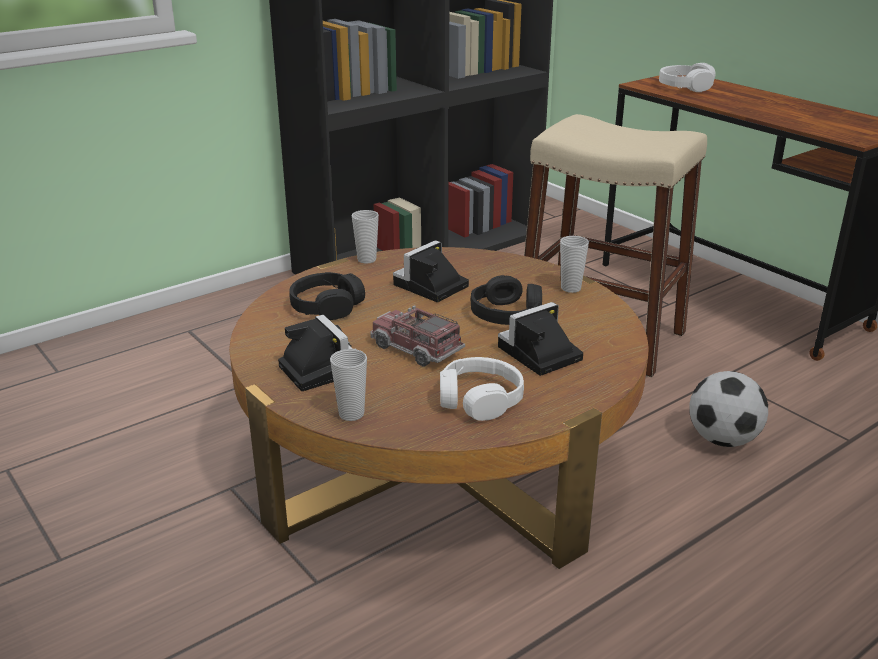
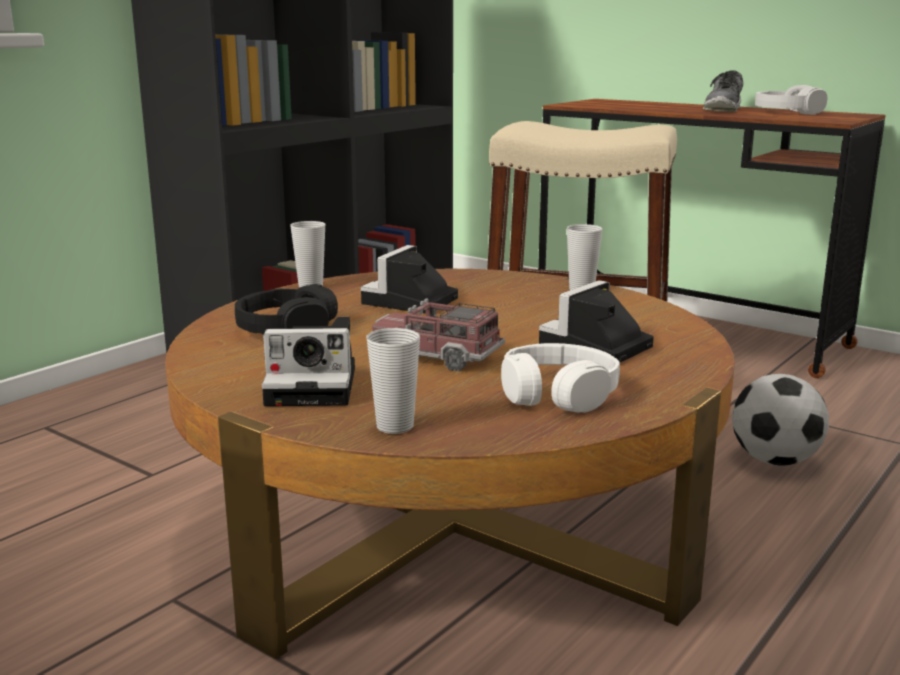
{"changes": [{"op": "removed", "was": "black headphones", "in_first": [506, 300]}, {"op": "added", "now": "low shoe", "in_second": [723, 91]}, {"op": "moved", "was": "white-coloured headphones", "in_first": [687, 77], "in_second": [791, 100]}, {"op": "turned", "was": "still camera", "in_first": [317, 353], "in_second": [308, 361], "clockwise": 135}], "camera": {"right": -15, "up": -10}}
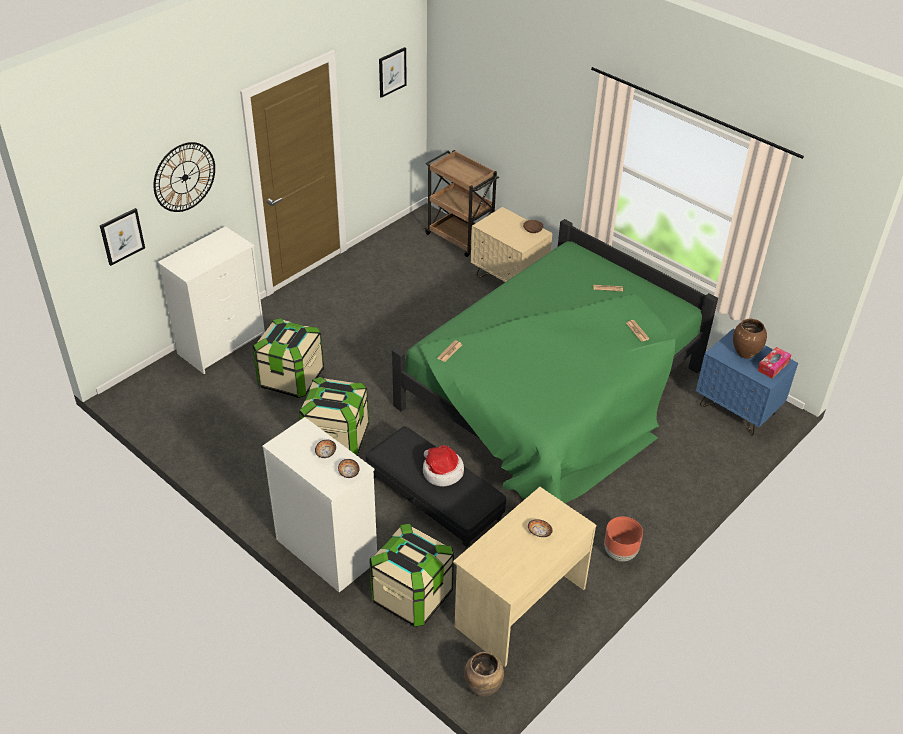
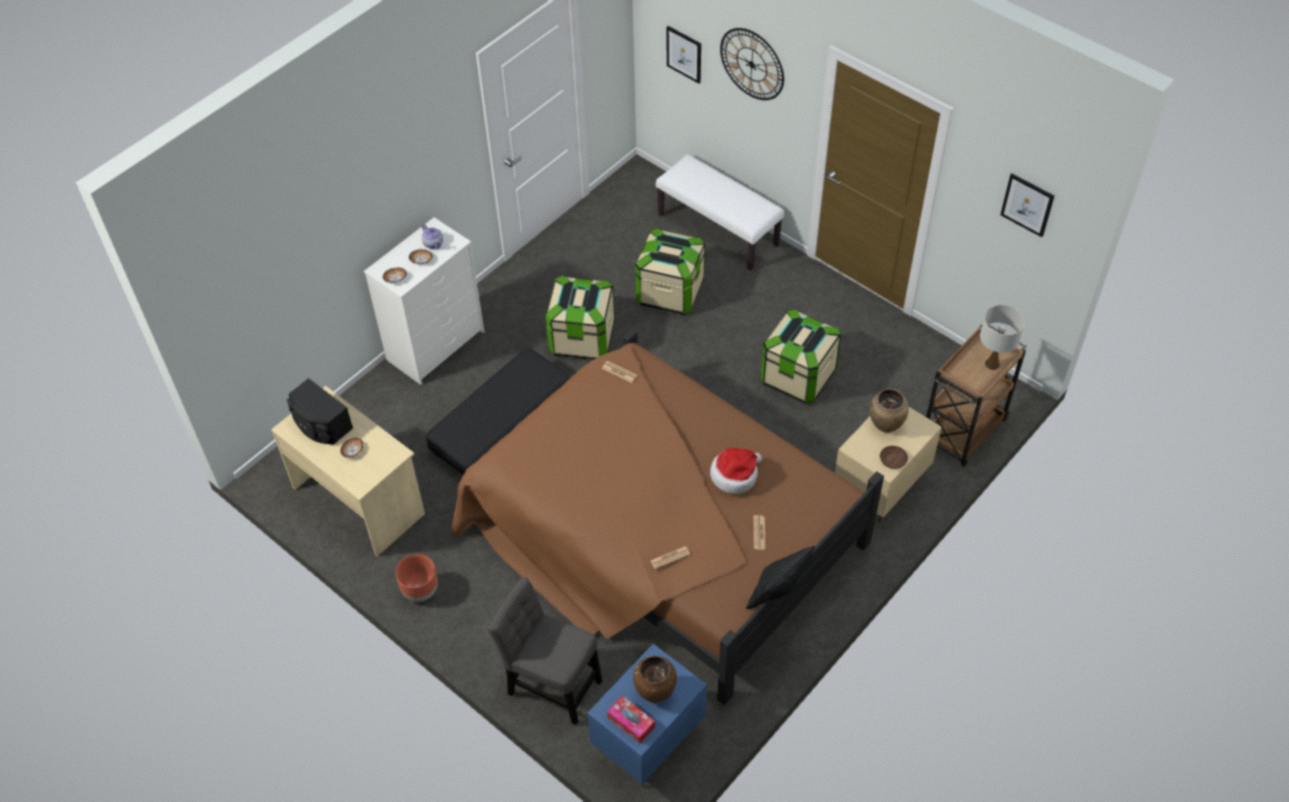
{"changes": [{"op": "added", "now": "black speaker", "in_second": [320, 411]}, {"op": "added", "now": "tea pot", "in_second": [432, 236]}, {"op": "added", "now": "gray chair", "in_second": [545, 651]}, {"op": "added", "now": "black throw pillow", "in_second": [780, 577]}, {"op": "added", "now": "white-coloured lamp for a table", "in_second": [1002, 337]}, {"op": "moved", "was": "storage box", "in_first": [411, 575], "in_second": [800, 356]}, {"op": "moved", "was": "clothing hat", "in_first": [443, 465], "in_second": [736, 471]}, {"op": "moved", "was": "brown-coloured decorative vase", "in_first": [484, 674], "in_second": [889, 411]}, {"op": "replaced", "was": "white-coloured drawer chest", "now": "white-coloured long seat", "in_first": [211, 300], "in_second": [720, 212]}, {"op": "recoloured", "was": "green-coloured bed", "now": "brown-coloured bed", "in_first": [555, 361], "in_second": [667, 517]}], "camera": {"right": 90, "up": 10}}
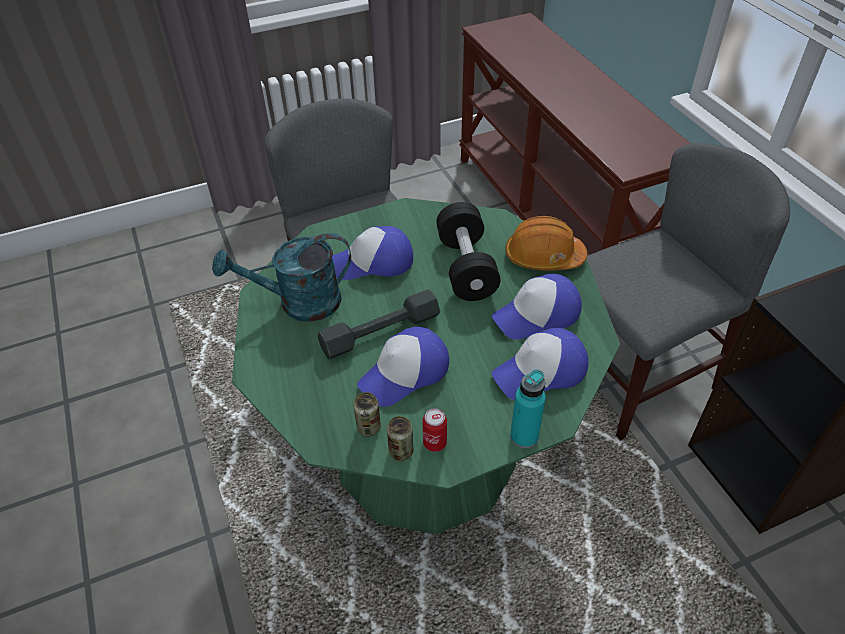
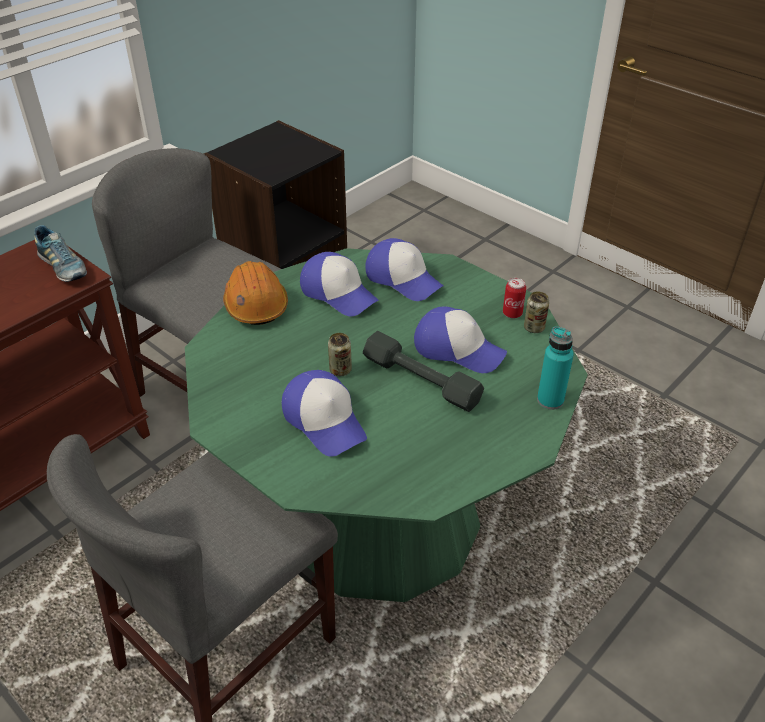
{"changes": [{"op": "removed", "was": "turquoise-coloured watering pot", "in_first": [281, 277]}, {"op": "removed", "was": "black hand weight", "in_first": [468, 251]}, {"op": "added", "now": "low shoe", "in_second": [60, 253]}, {"op": "moved", "was": "metal can", "in_first": [367, 414], "in_second": [340, 354]}, {"op": "moved", "was": "turquoise-coloured drink bottle", "in_first": [528, 408], "in_second": [555, 368]}], "camera": {"right": -115, "up": -5}}
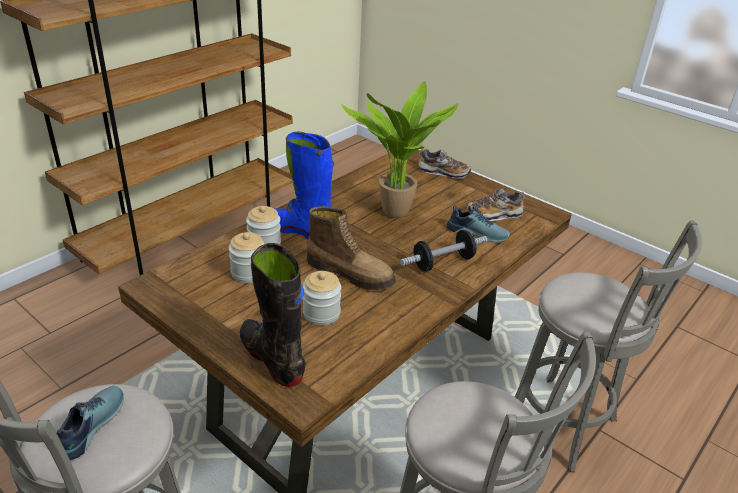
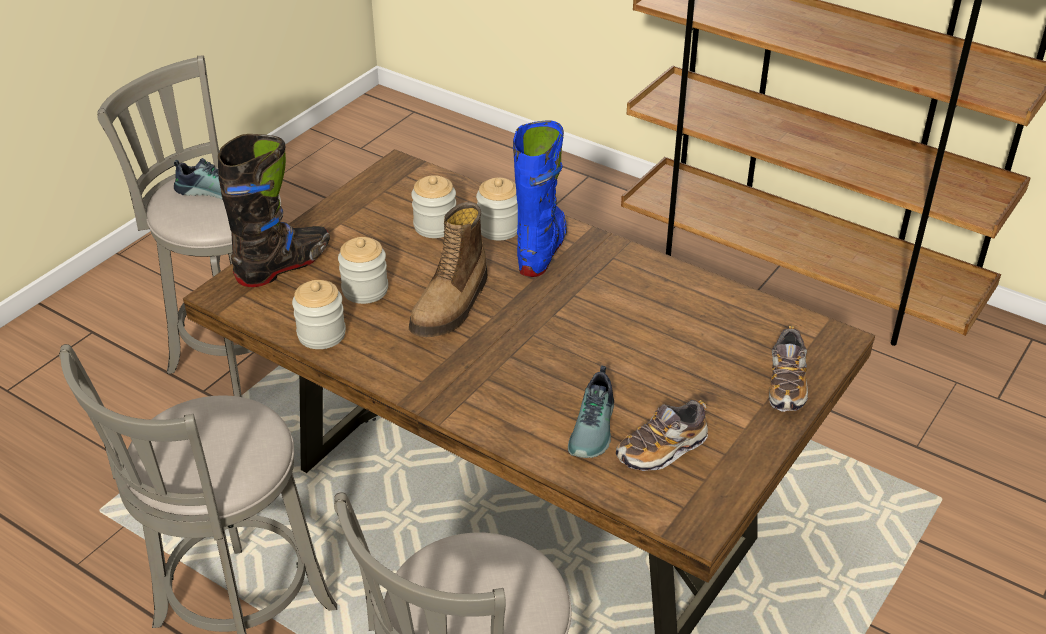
{"changes": [{"op": "removed", "was": "potted plant", "in_first": [399, 149]}, {"op": "removed", "was": "hand weight", "in_first": [443, 251]}, {"op": "added", "now": "preserve jar", "in_second": [319, 314]}, {"op": "turned", "was": "low shoe", "in_first": [496, 204], "in_second": [662, 435], "clockwise": -105}], "camera": {"right": 85, "up": 5}}
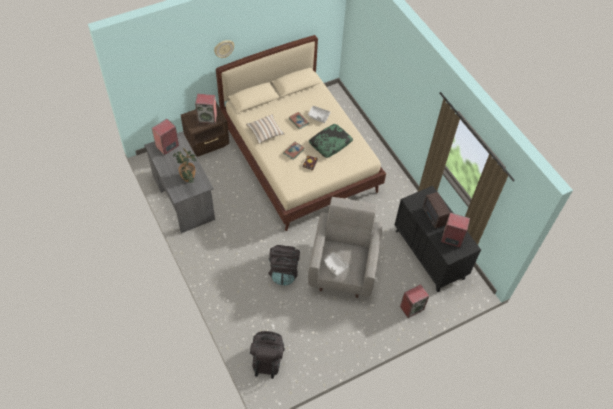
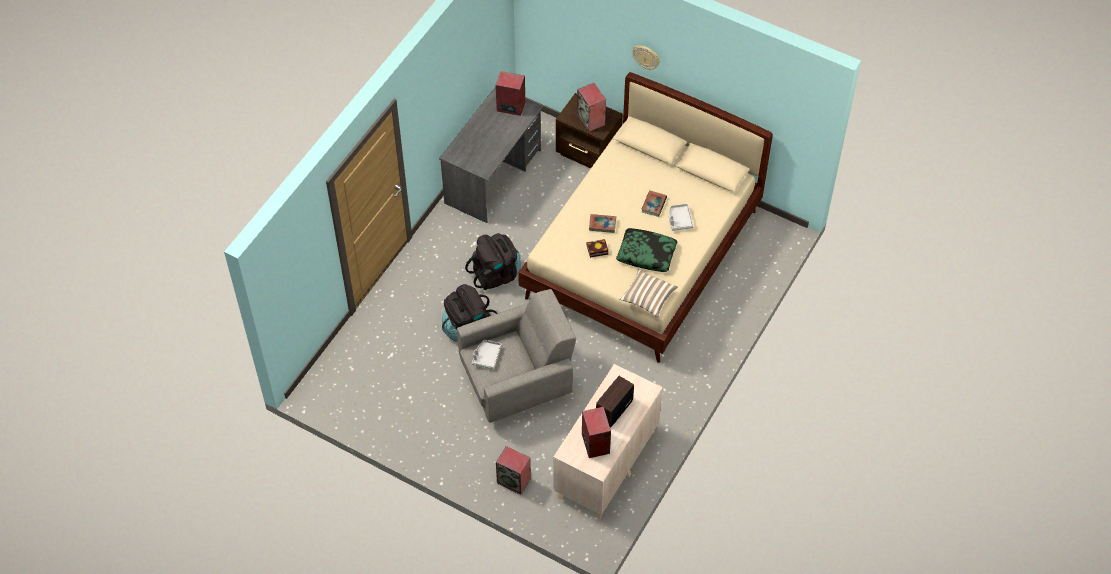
{"changes": [{"op": "removed", "was": "potted plant", "in_first": [185, 165]}, {"op": "moved", "was": "throw pillow", "in_first": [265, 129], "in_second": [649, 293]}, {"op": "moved", "was": "black rucksack", "in_first": [267, 355], "in_second": [493, 261]}, {"op": "recoloured", "was": "black drawer chest", "now": "sand-coloured drawer chest", "in_first": [438, 239], "in_second": [608, 442]}], "camera": {"right": 60, "up": 0}}
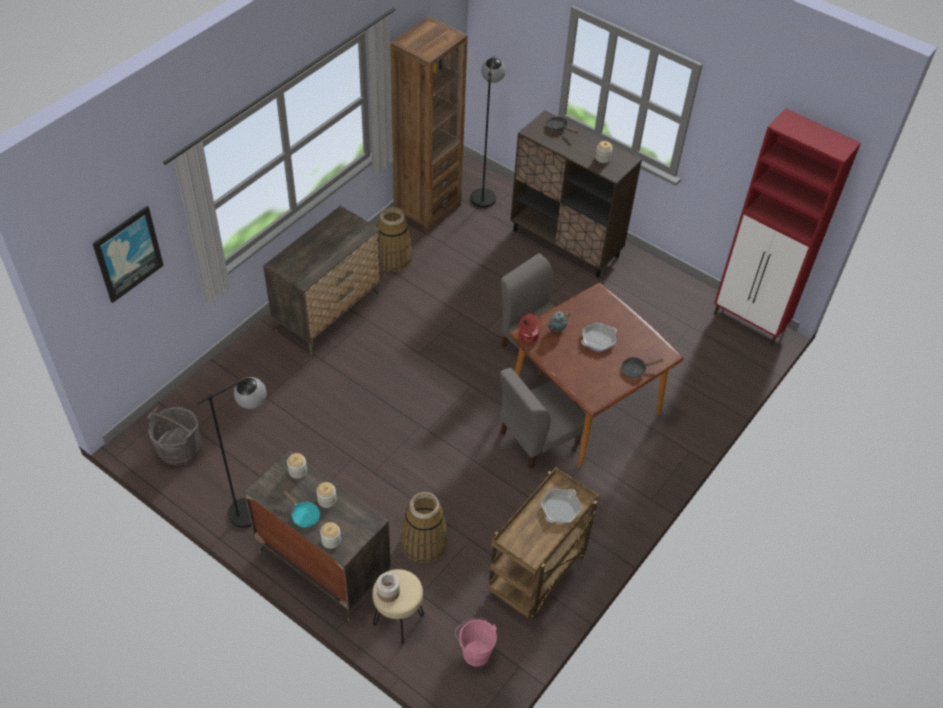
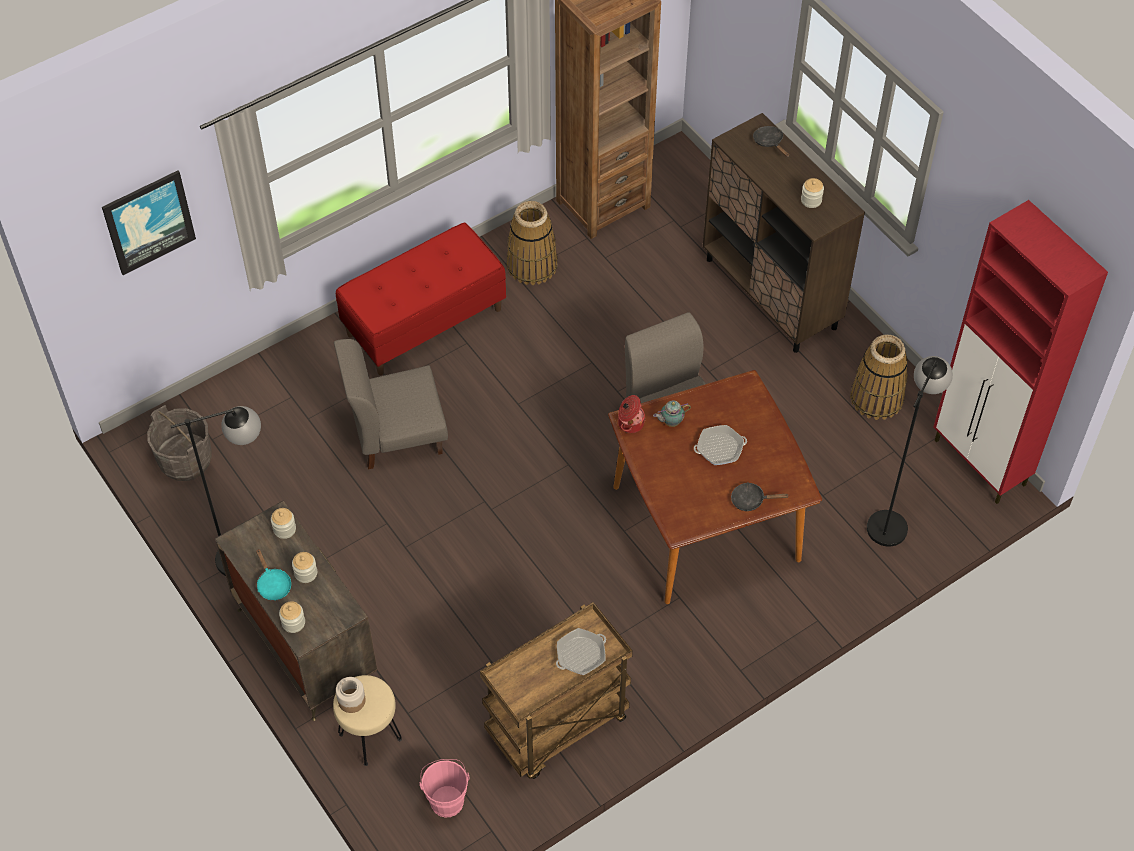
{"changes": [{"op": "moved", "was": "storage basket", "in_first": [424, 527], "in_second": [879, 377]}, {"op": "moved", "was": "black standard lamp", "in_first": [488, 132], "in_second": [910, 451]}, {"op": "moved", "was": "gray chair", "in_first": [542, 418], "in_second": [391, 404]}, {"op": "replaced", "was": "drawer chest", "now": "red-coloured long seat", "in_first": [322, 280], "in_second": [421, 299]}], "camera": {"right": 20, "up": 5}}
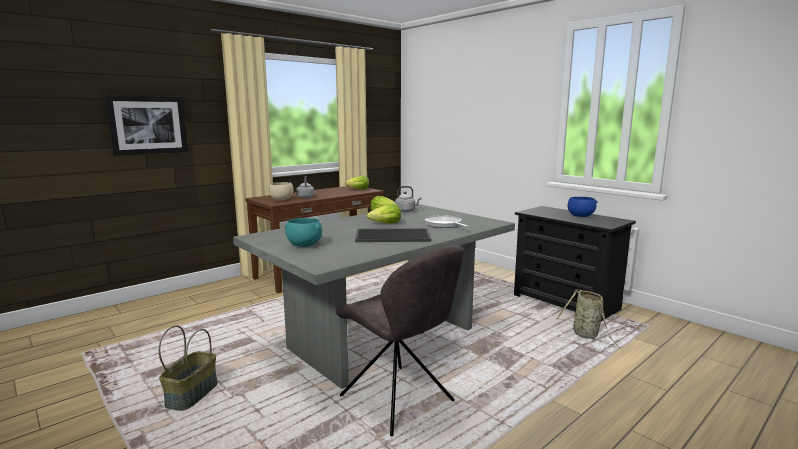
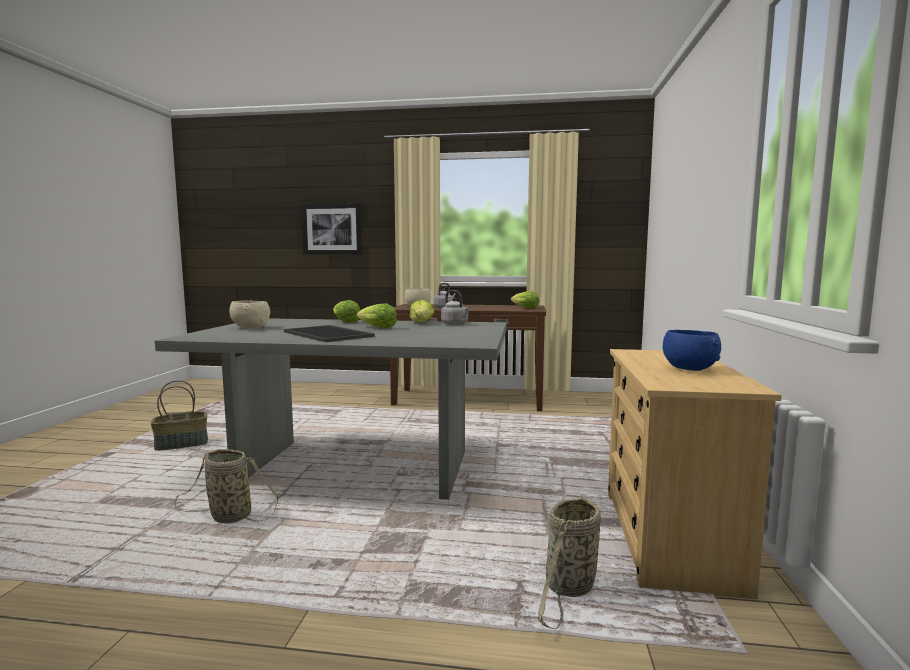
{"changes": [{"op": "removed", "was": "skillet", "in_first": [446, 221]}, {"op": "added", "now": "lettuce head", "in_second": [346, 311]}, {"op": "replaced", "was": "gray chair", "now": "storage basket", "in_first": [400, 340], "in_second": [226, 486]}, {"op": "recoloured", "was": "turquoise-coloured bowl", "now": "sand-coloured bowl", "in_first": [303, 232], "in_second": [249, 315]}, {"op": "recoloured", "was": "black drawer chest", "now": "sand-coloured drawer chest", "in_first": [575, 264], "in_second": [695, 474]}], "camera": {"right": 50, "up": -5}}
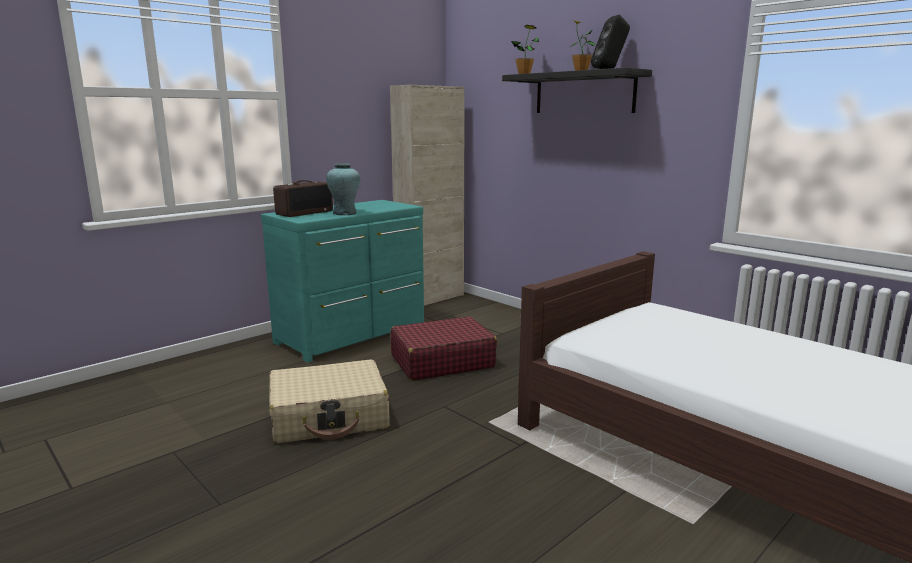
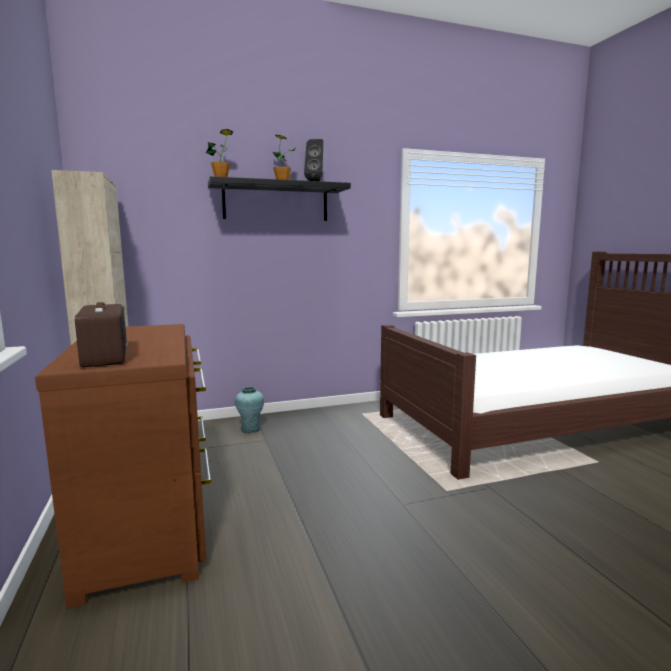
{"changes": [{"op": "removed", "was": "sand-coloured suitcase", "in_first": [329, 401]}, {"op": "removed", "was": "red-coloured suitcase", "in_first": [444, 348]}, {"op": "moved", "was": "turquoise-coloured decorative vase", "in_first": [343, 189], "in_second": [249, 409]}, {"op": "recoloured", "was": "turquoise-coloured drawer chest", "now": "brown-coloured drawer chest", "in_first": [342, 281], "in_second": [123, 466]}], "camera": {"right": -65, "up": -5}}
